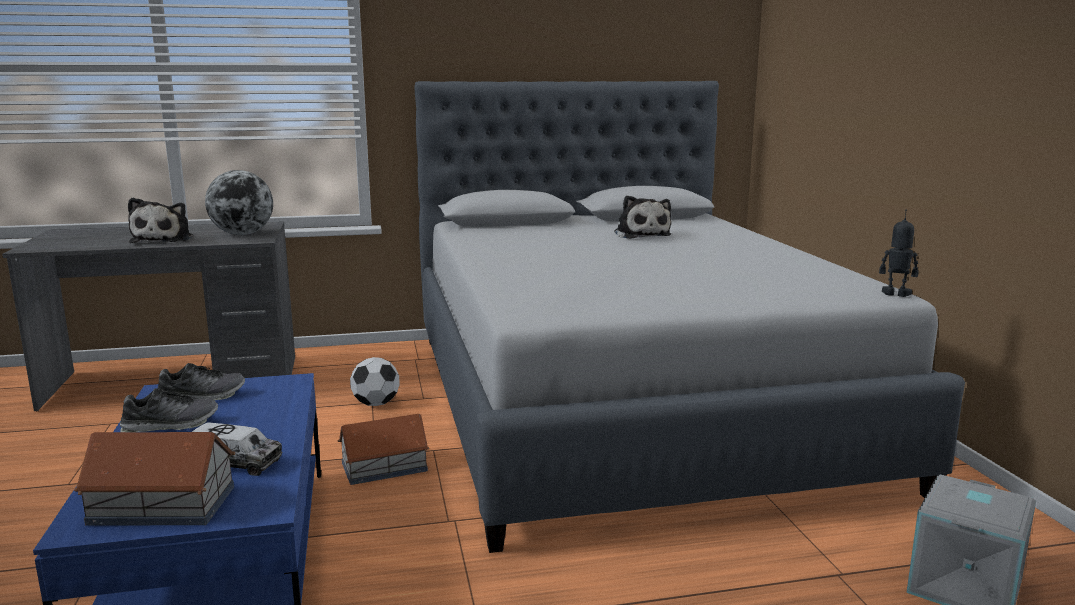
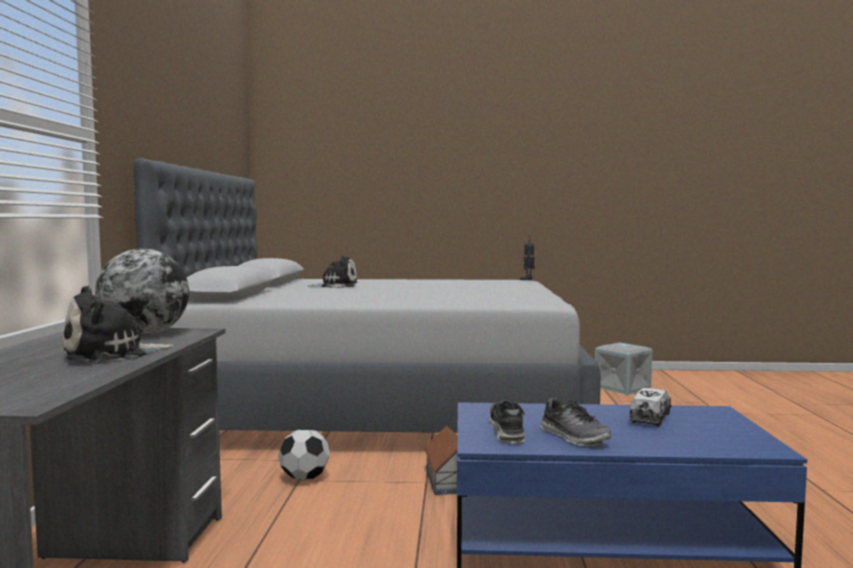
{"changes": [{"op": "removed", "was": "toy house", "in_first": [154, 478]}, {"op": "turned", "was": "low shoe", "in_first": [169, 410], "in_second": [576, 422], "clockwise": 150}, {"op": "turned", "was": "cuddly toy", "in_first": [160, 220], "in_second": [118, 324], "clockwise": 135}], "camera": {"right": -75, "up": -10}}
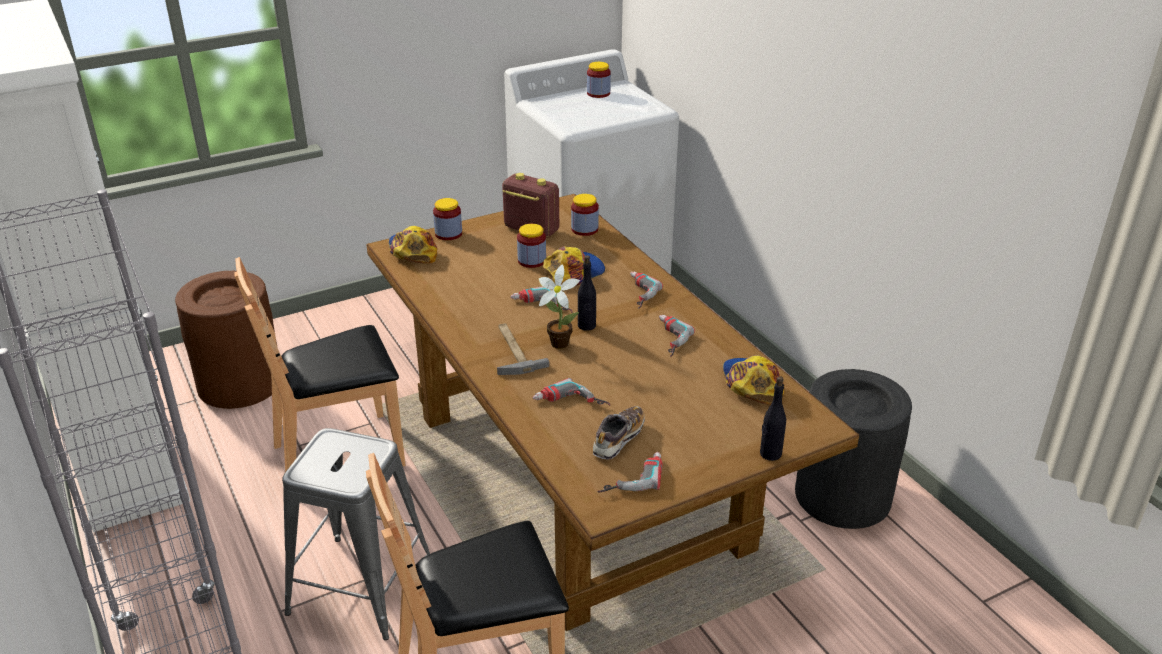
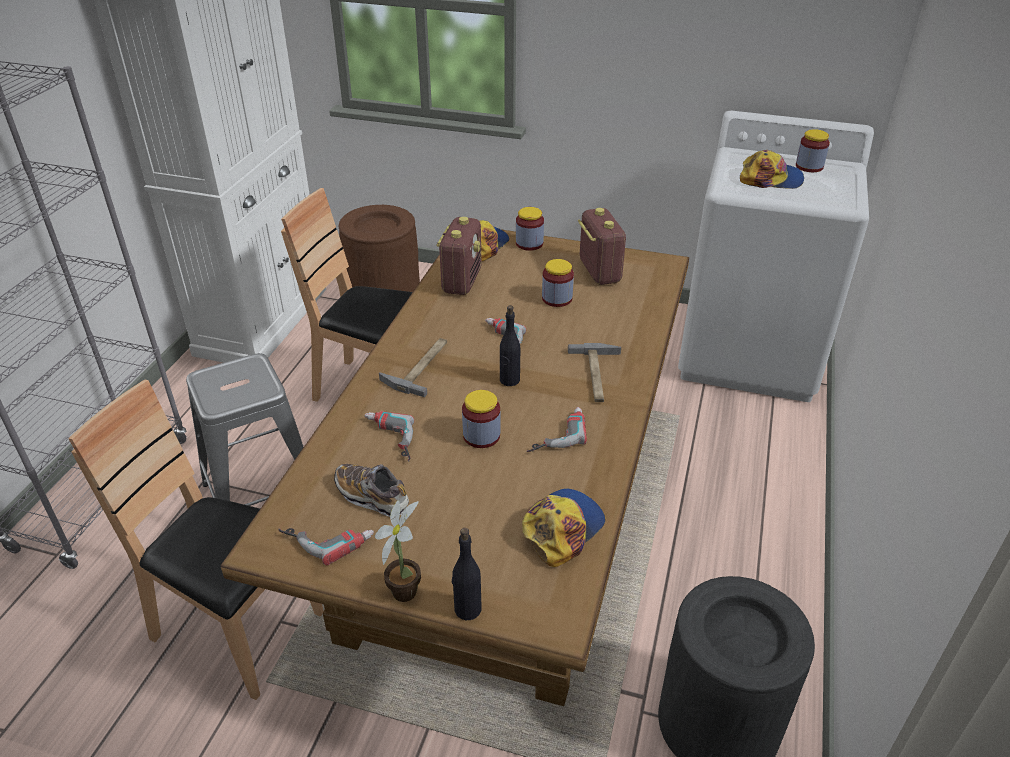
{"changes": [{"op": "added", "now": "radio set", "in_second": [459, 256]}, {"op": "moved", "was": "potted plant", "in_first": [559, 306], "in_second": [398, 551]}, {"op": "moved", "was": "baseball cap", "in_first": [574, 266], "in_second": [772, 169]}, {"op": "moved", "was": "preserve jar", "in_first": [585, 215], "in_second": [481, 419]}, {"op": "replaced", "was": "drill", "now": "hammer", "in_first": [646, 290], "in_second": [594, 372]}, {"op": "turned", "was": "low shoe", "in_first": [619, 432], "in_second": [371, 490], "clockwise": -135}], "camera": {"right": 45, "up": 5}}
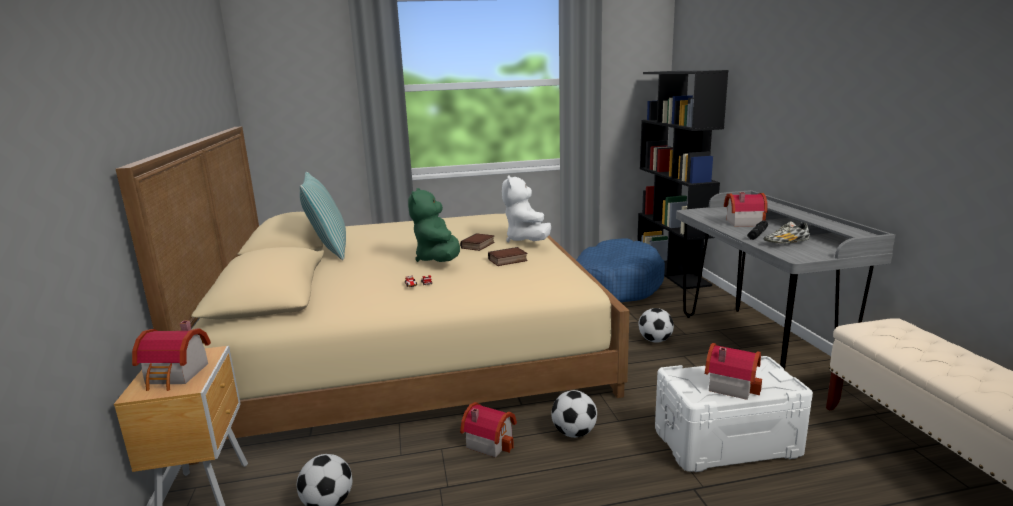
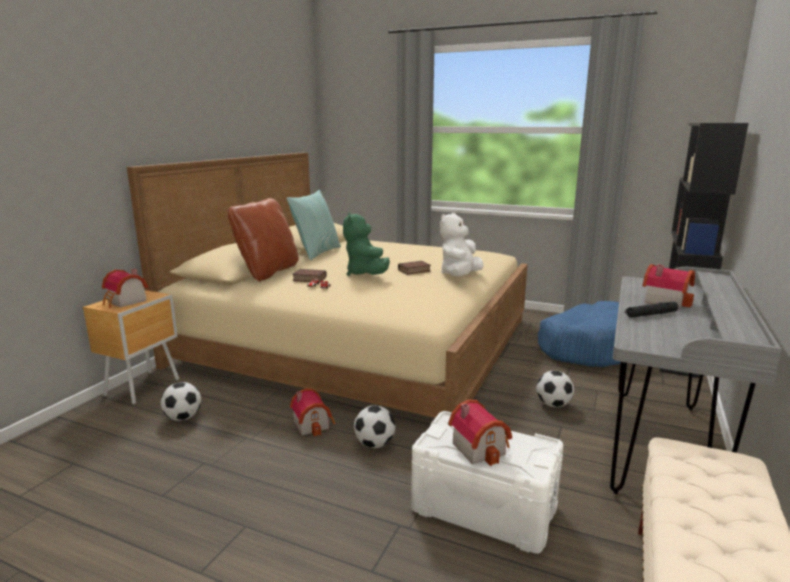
{"changes": [{"op": "removed", "was": "low shoe", "in_first": [787, 232]}, {"op": "added", "now": "brown-coloured throw pillow", "in_second": [263, 240]}, {"op": "moved", "was": "volume", "in_first": [508, 256], "in_second": [309, 276]}, {"op": "turned", "was": "green-coloured cuddly toy", "in_first": [434, 225], "in_second": [366, 244], "clockwise": -45}], "camera": {"right": 35, "up": 0}}
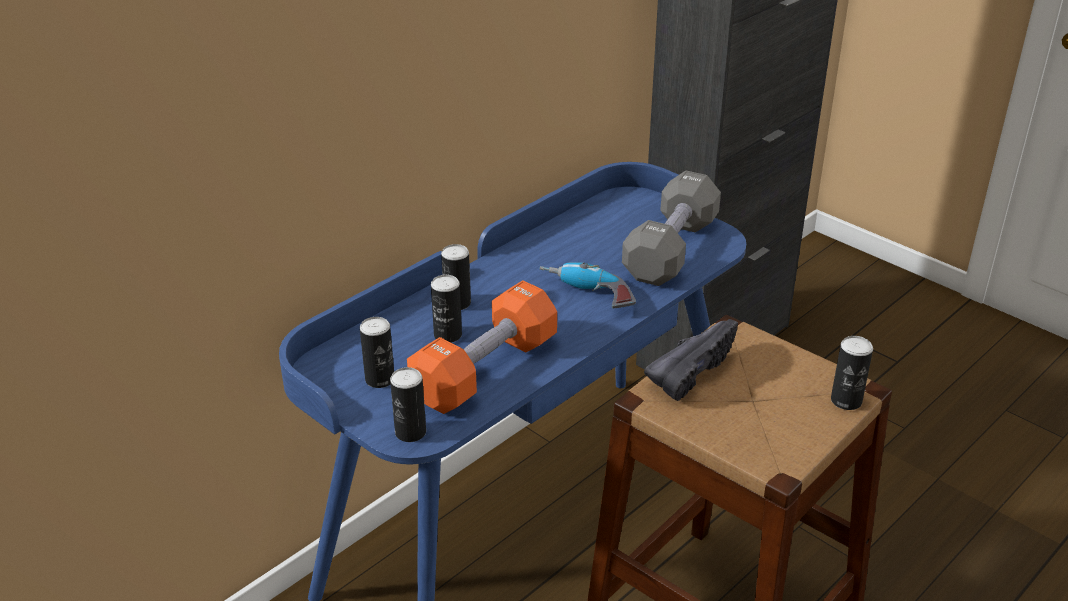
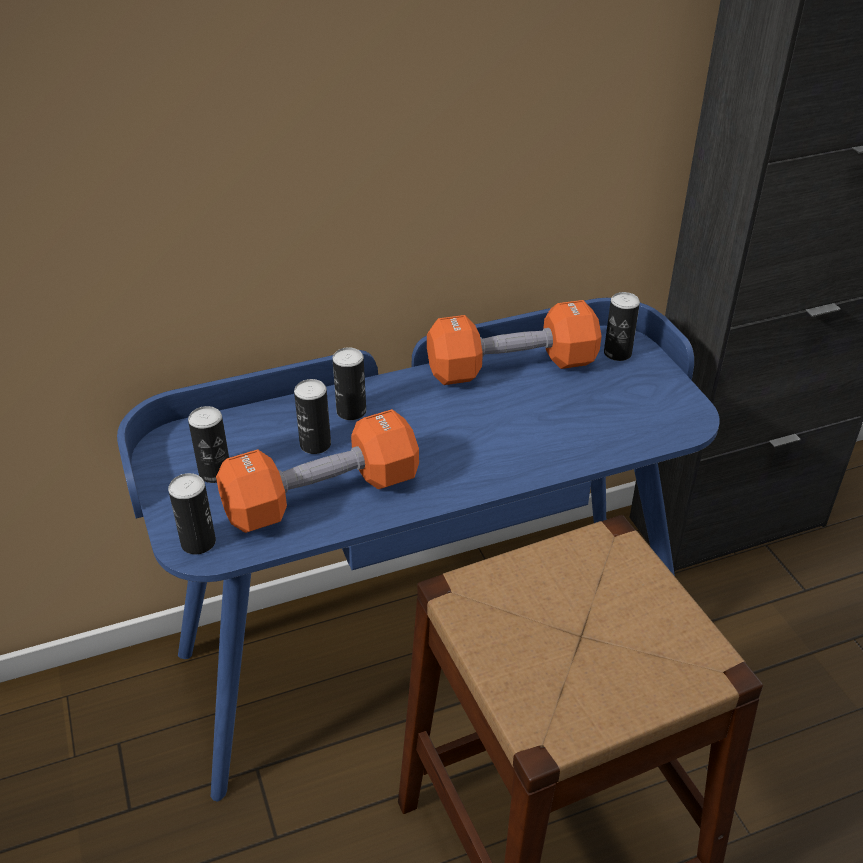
{"changes": [{"op": "removed", "was": "drill", "in_first": [588, 285]}, {"op": "removed", "was": "gray hand weight", "in_first": [671, 228]}, {"op": "removed", "was": "black low shoe", "in_first": [691, 360]}, {"op": "added", "now": "orange-coloured hand weight", "in_second": [514, 342]}, {"op": "moved", "was": "metal can", "in_first": [852, 373], "in_second": [622, 326]}], "camera": {"right": 25, "up": 5}}
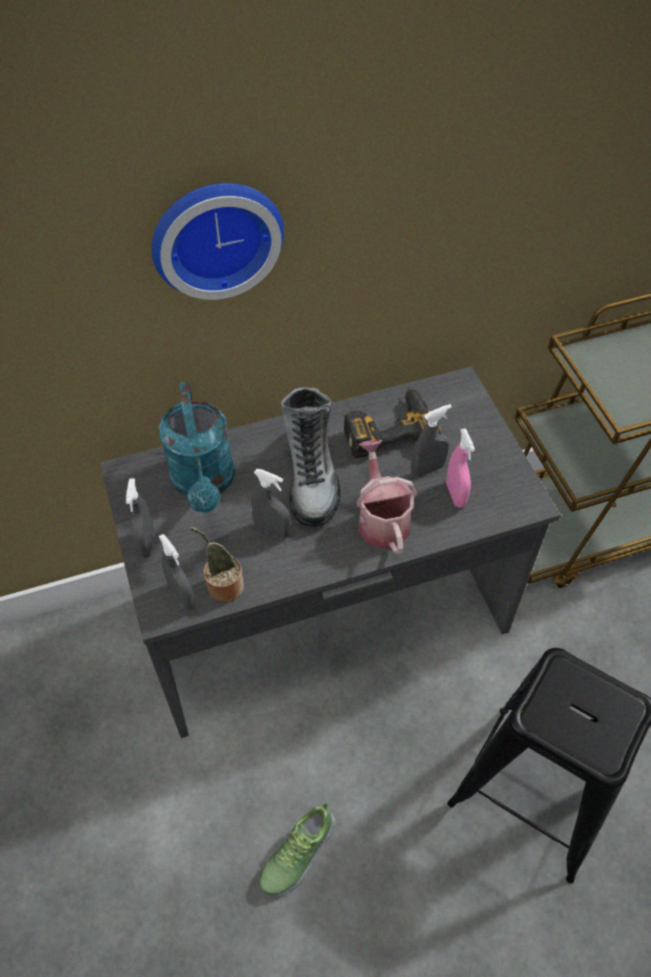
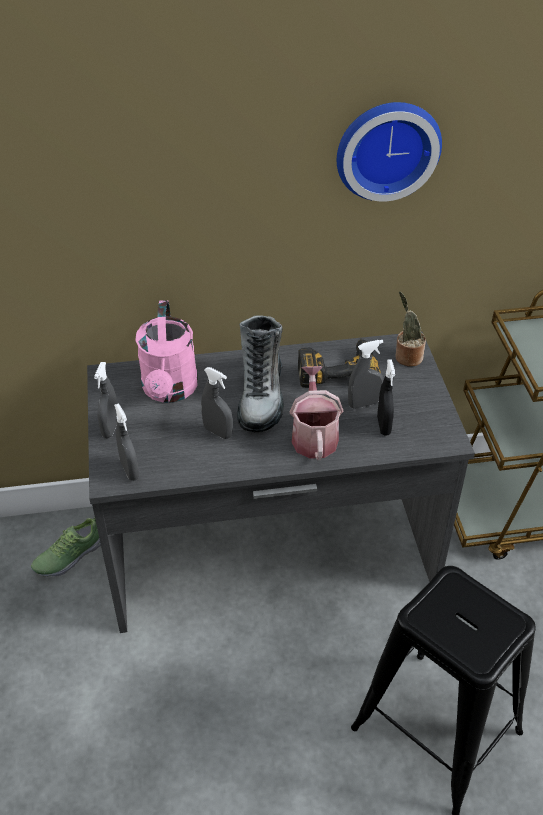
{"changes": [{"op": "moved", "was": "clock on the wall", "in_first": [218, 241], "in_second": [389, 152]}, {"op": "moved", "was": "potted plant", "in_first": [217, 565], "in_second": [410, 329]}, {"op": "moved", "was": "low shoe", "in_first": [297, 849], "in_second": [66, 547]}, {"op": "recoloured", "was": "turquoise-coloured watering pot", "now": "pink-coloured watering pot", "in_first": [197, 447], "in_second": [166, 351]}, {"op": "recoloured", "was": "pink-coloured spray bottle", "now": "black spray bottle", "in_first": [460, 468], "in_second": [386, 397]}], "camera": {"right": 10, "up": -10}}
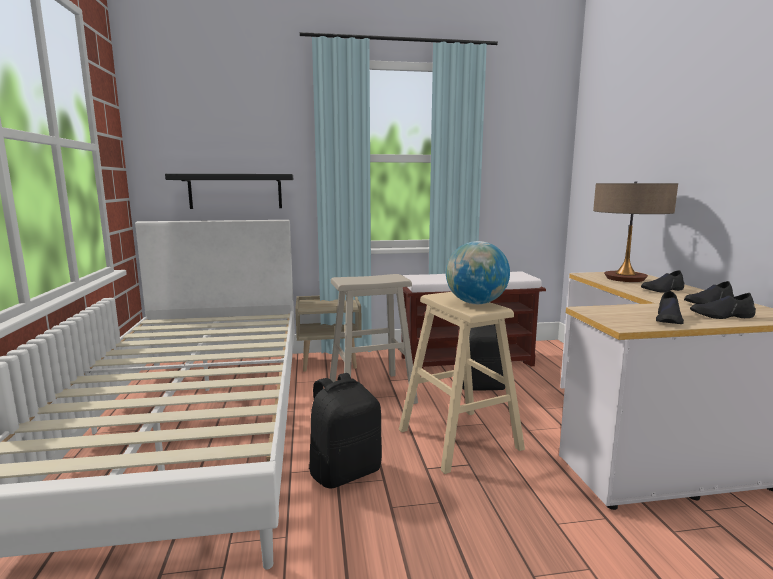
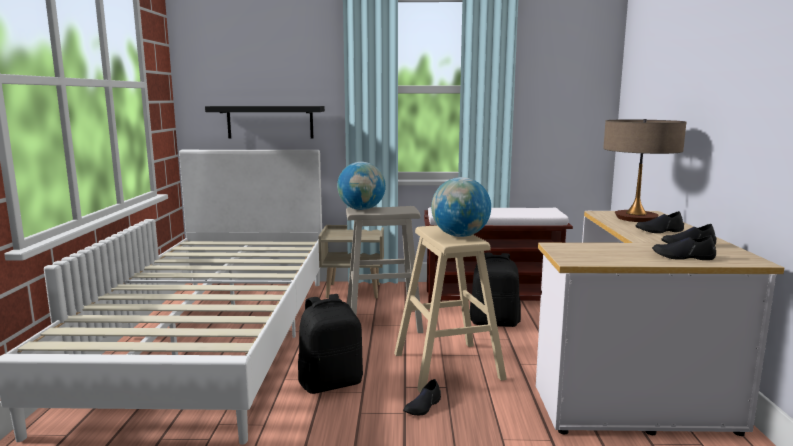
{"changes": [{"op": "added", "now": "globe", "in_second": [361, 186]}, {"op": "moved", "was": "black low shoe", "in_first": [670, 307], "in_second": [422, 397]}], "camera": {"right": 10, "up": 0}}
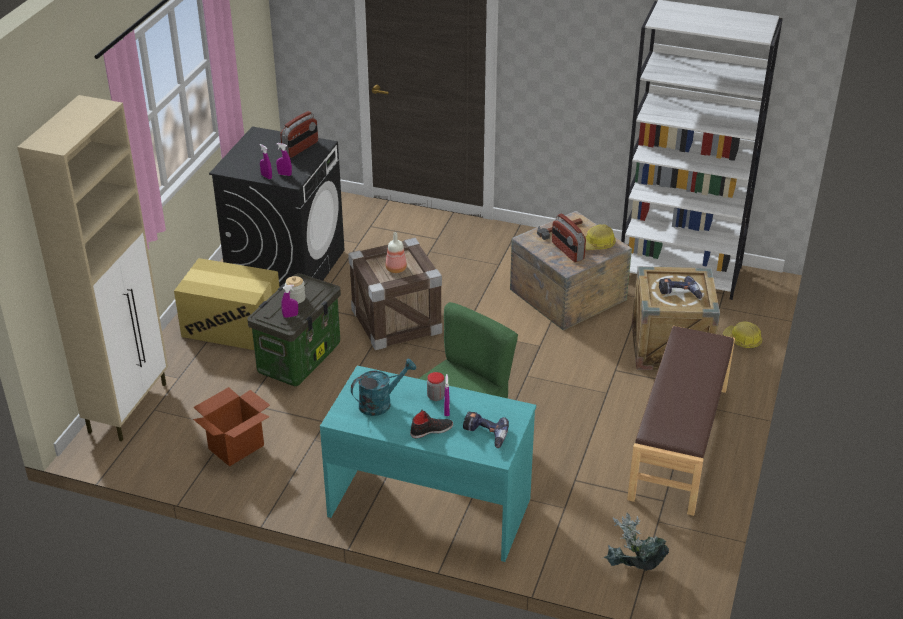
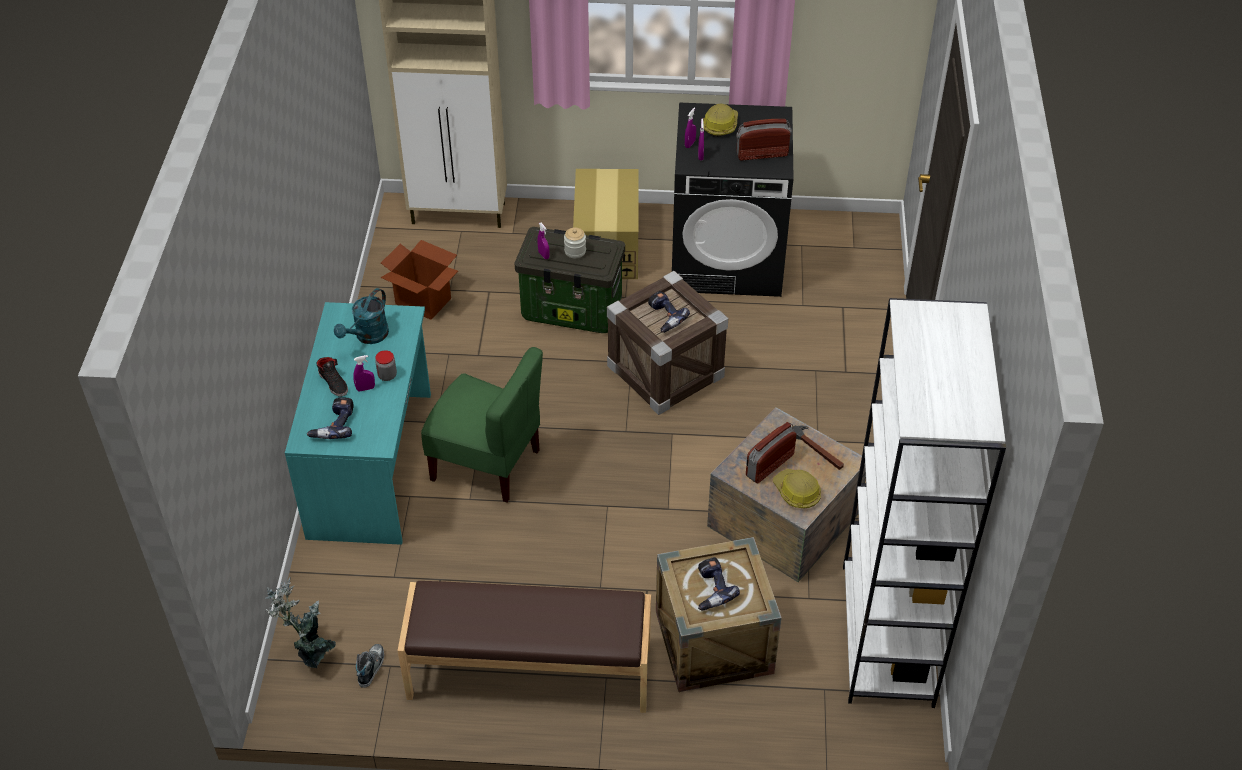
{"changes": [{"op": "added", "now": "low shoe", "in_second": [370, 666]}, {"op": "moved", "was": "safety helmet", "in_first": [742, 334], "in_second": [720, 120]}, {"op": "replaced", "was": "drink bottle", "now": "drill", "in_first": [396, 252], "in_second": [669, 312]}, {"op": "turned", "was": "radio set", "in_first": [299, 134], "in_second": [764, 139], "clockwise": 150}, {"op": "turned", "was": "turquoise-coloured watering pot", "in_first": [383, 387], "in_second": [361, 316], "clockwise": 75}], "camera": {"right": 75, "up": 10}}
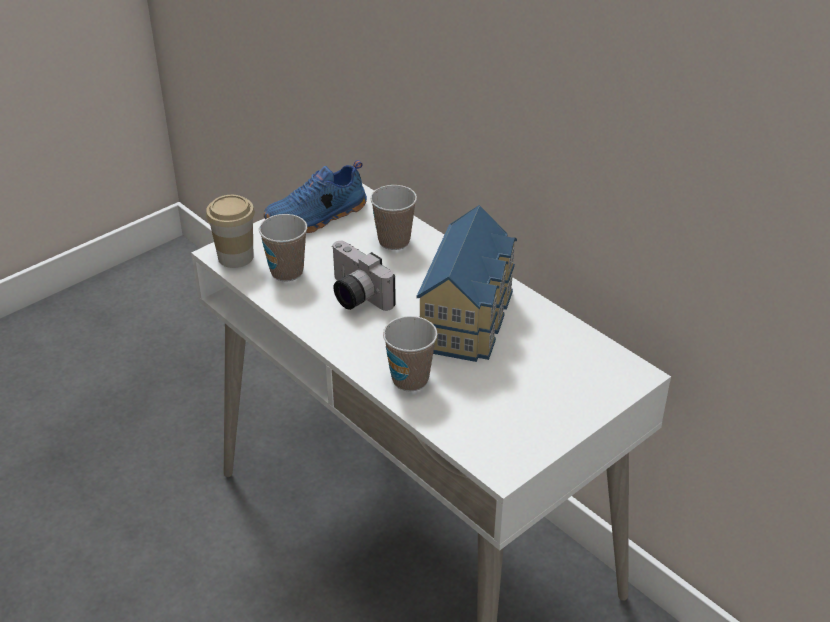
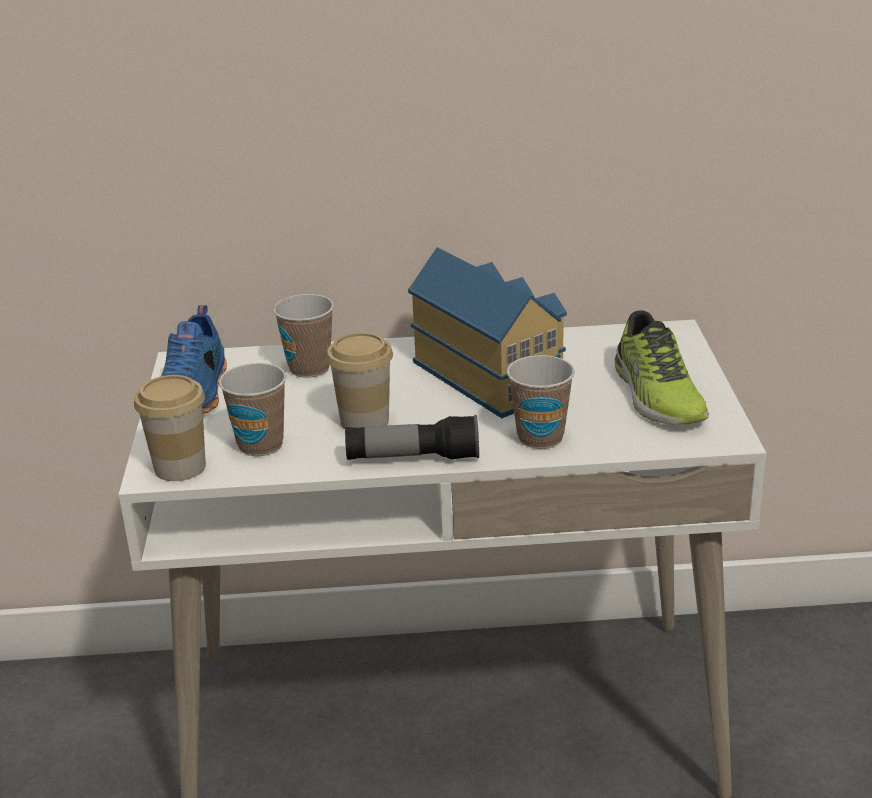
{"changes": [{"op": "added", "now": "hand torch", "in_second": [412, 437]}, {"op": "added", "now": "low shoe", "in_second": [662, 367]}, {"op": "replaced", "was": "still camera", "now": "cup", "in_first": [364, 276], "in_second": [360, 380]}], "camera": {"right": -50, "up": -10}}
